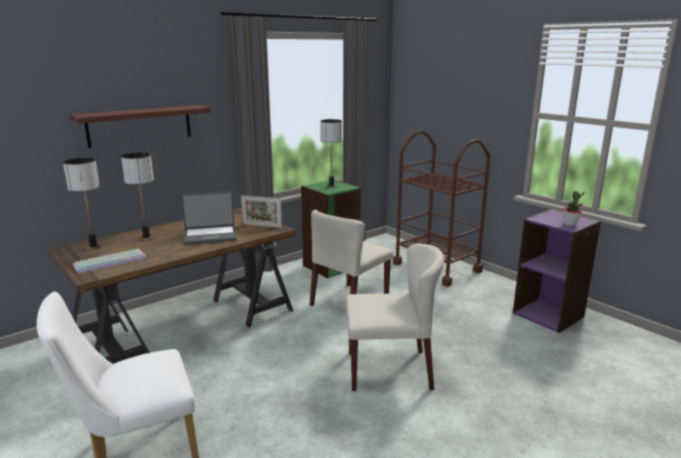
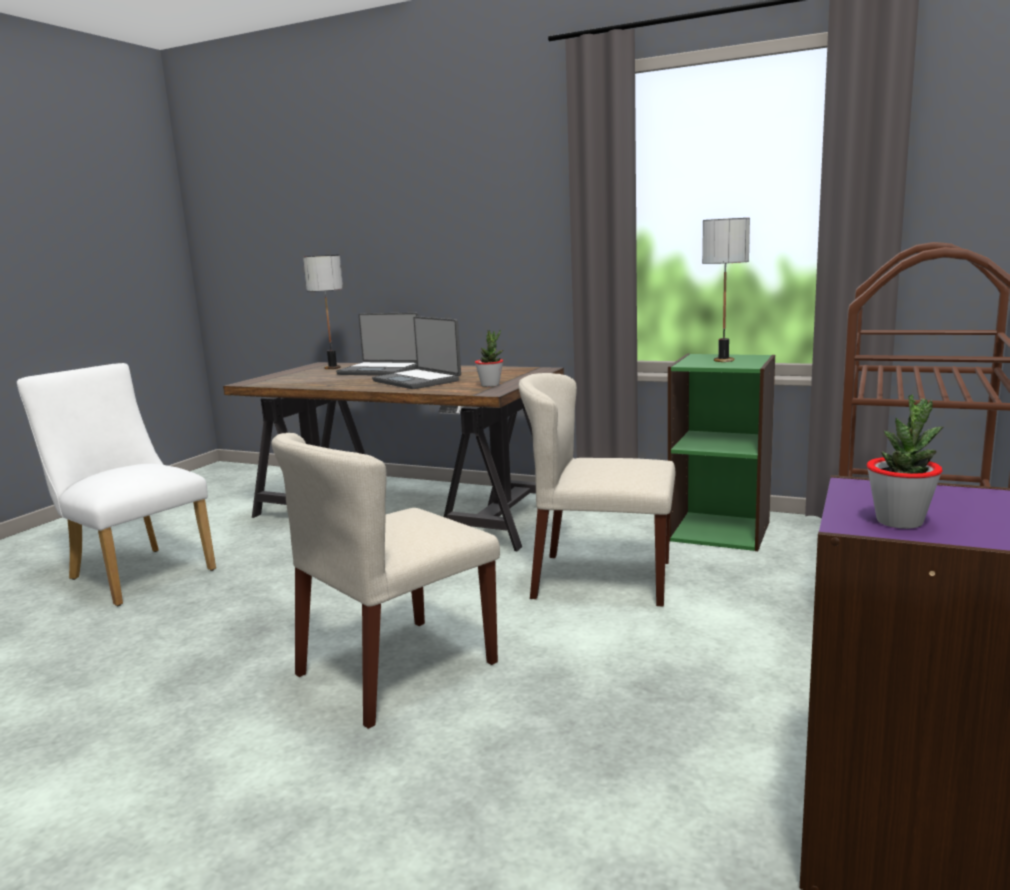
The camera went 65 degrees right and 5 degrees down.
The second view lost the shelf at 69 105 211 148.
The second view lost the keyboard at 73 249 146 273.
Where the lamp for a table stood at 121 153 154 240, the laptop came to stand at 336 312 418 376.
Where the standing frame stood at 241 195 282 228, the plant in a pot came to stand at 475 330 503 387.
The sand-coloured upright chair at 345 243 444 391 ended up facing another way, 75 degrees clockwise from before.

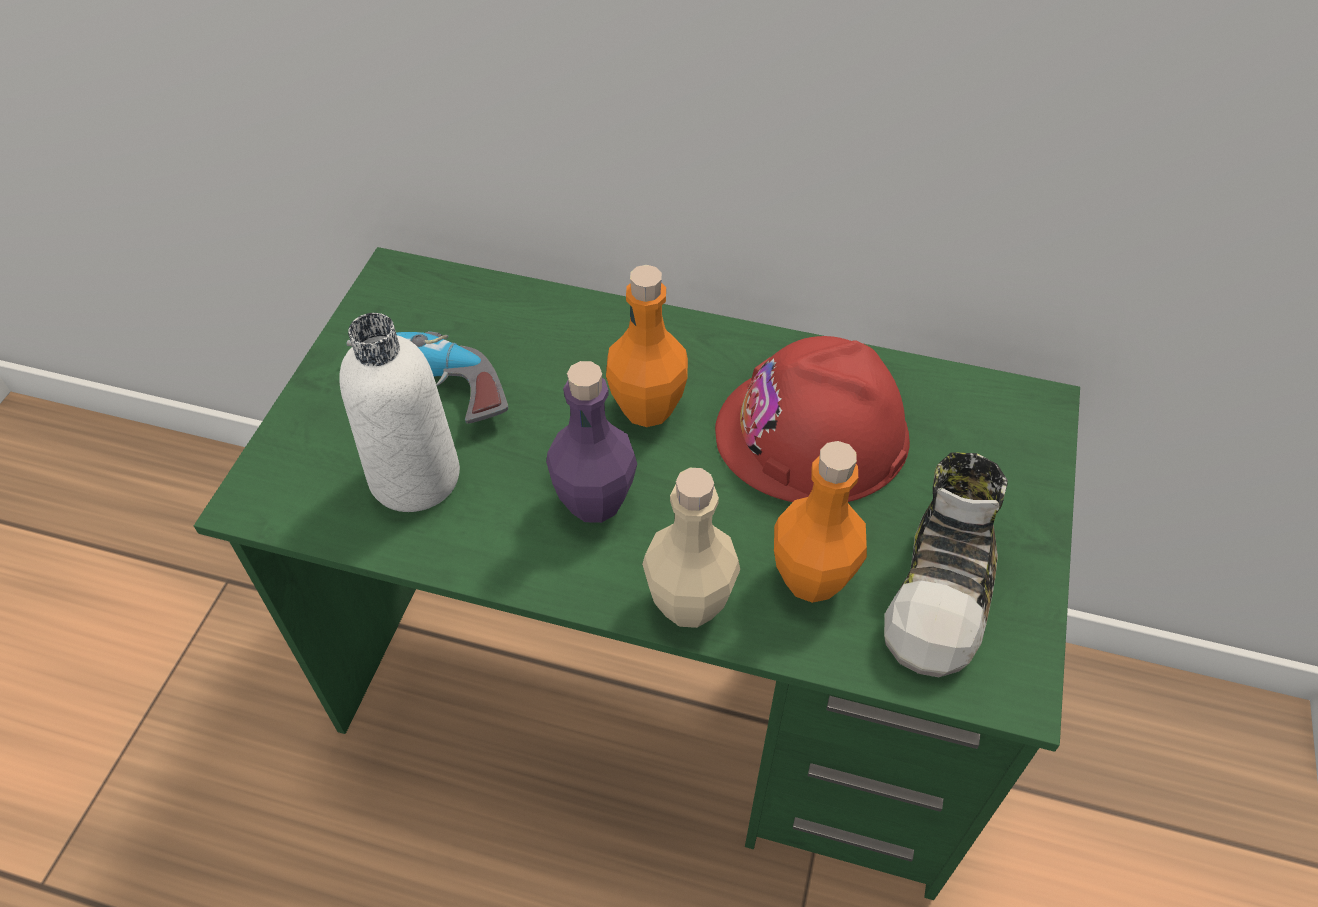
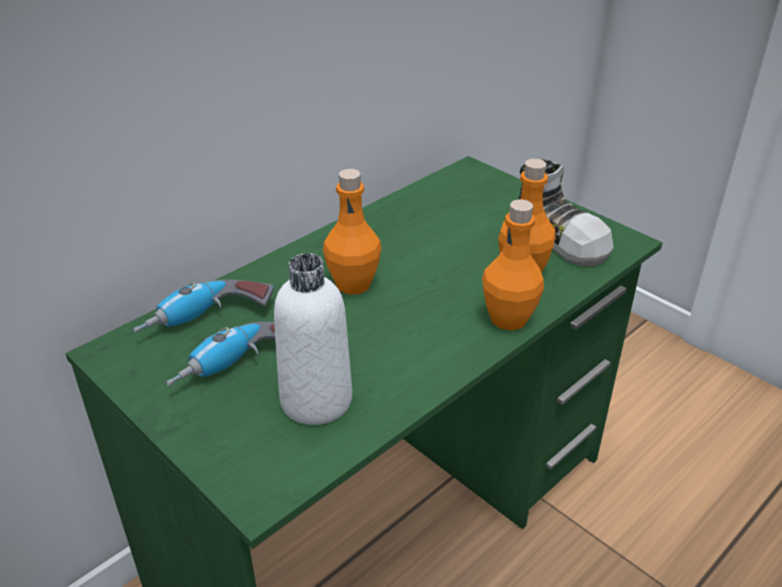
The camera went 60 degrees left and 15 degrees down.
The second view lost the purple-coloured drink bottle at 546 361 637 523.
What was the sand-coloured drink bottle at 642 468 740 628 turned into the orange drink bottle at 482 199 544 331.
The second view lost the reddish work helmet at 715 336 910 502.
The second view gained the drill at 133 279 274 333.

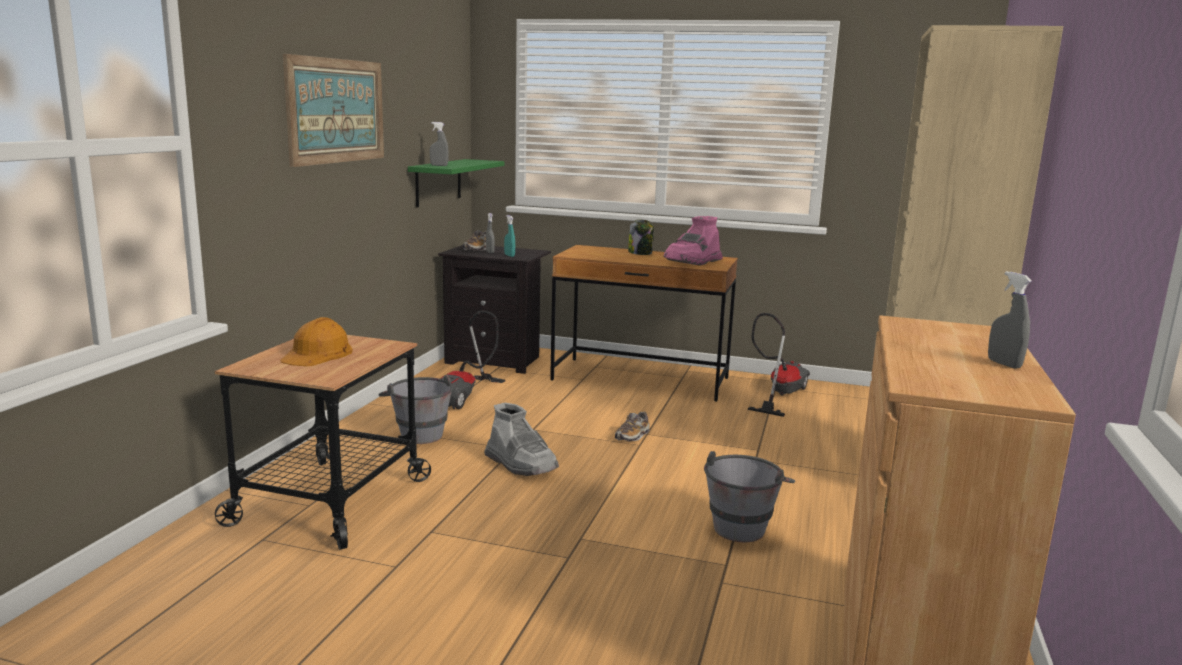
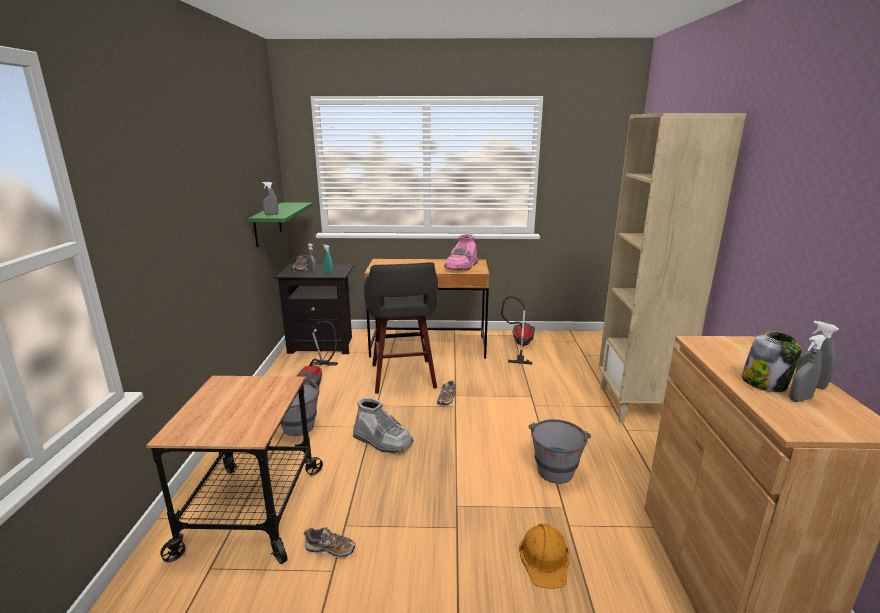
The camera went 15 degrees left and 5 degrees up.
The orange work helmet ended up elsewhere, having gone from 280 317 353 366 to 519 524 570 589.
The second view lost the wall art at 283 54 384 167.
The storage jar ended up elsewhere, having gone from 628 219 654 255 to 741 332 802 392.
The second view gained the shoe at 304 527 356 558.
The second view gained the grey stool seat at 364 262 438 394.
The second view gained the grey sprayer at 789 335 826 402.

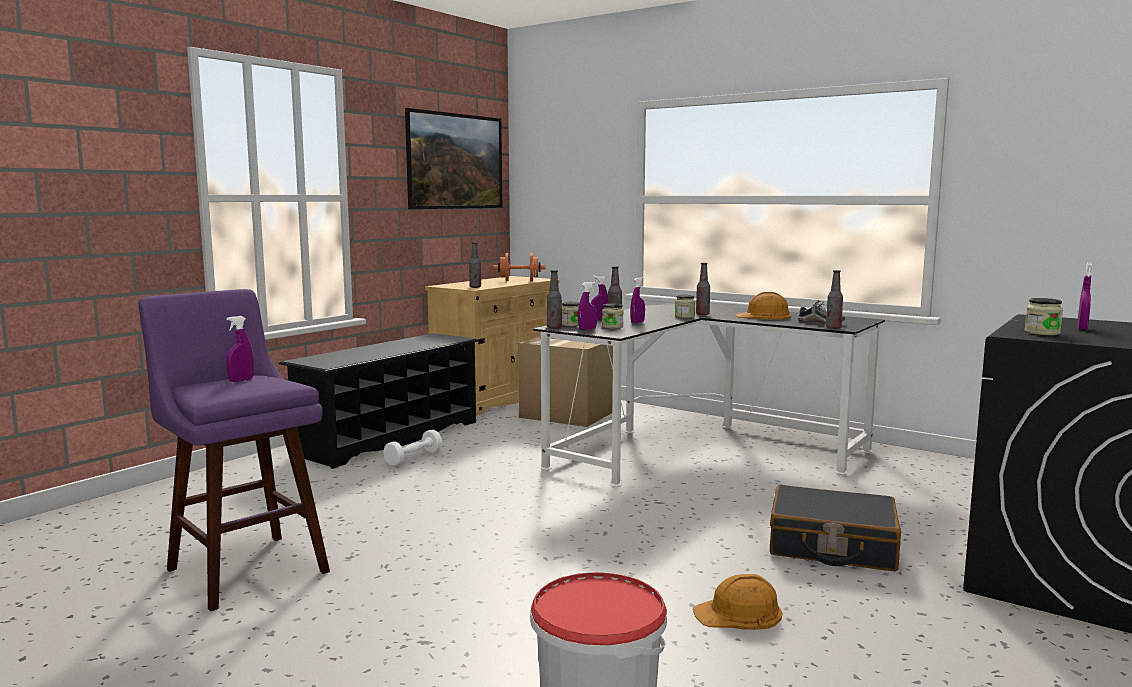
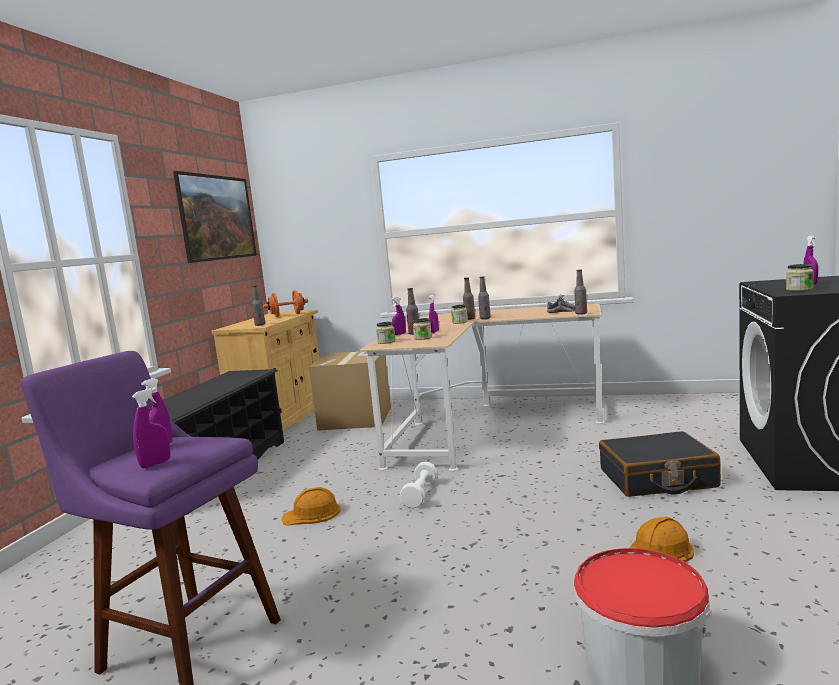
The camera went 20 degrees left and 0 degrees up.
The white-coloured hand weight ended up elsewhere, having gone from 383 430 442 466 to 400 462 438 508.
What was the black desk unit at 533 304 885 487 turned into the sand-coloured desk unit at 359 304 604 471.
The drink bottle ended up elsewhere, having gone from 547 270 562 329 to 478 277 491 319.
The purple-coloured sprayer ended up elsewhere, having gone from 578 282 597 330 to 132 388 170 468.
The orange work helmet ended up elsewhere, having gone from 736 292 791 320 to 282 487 340 526.

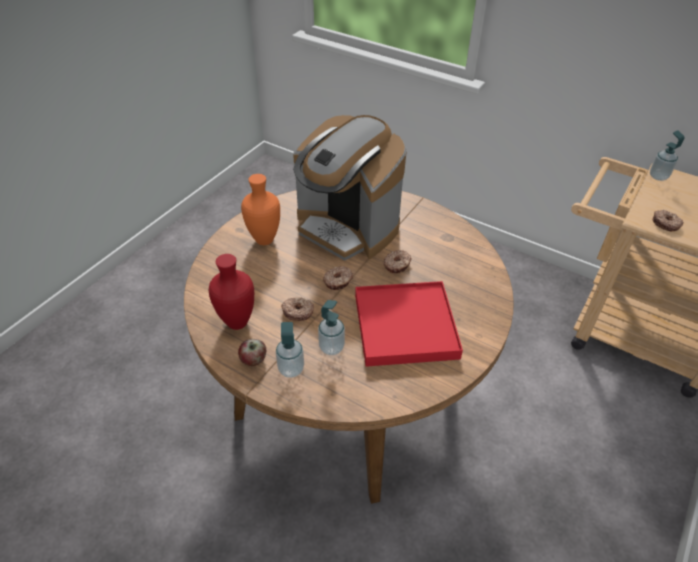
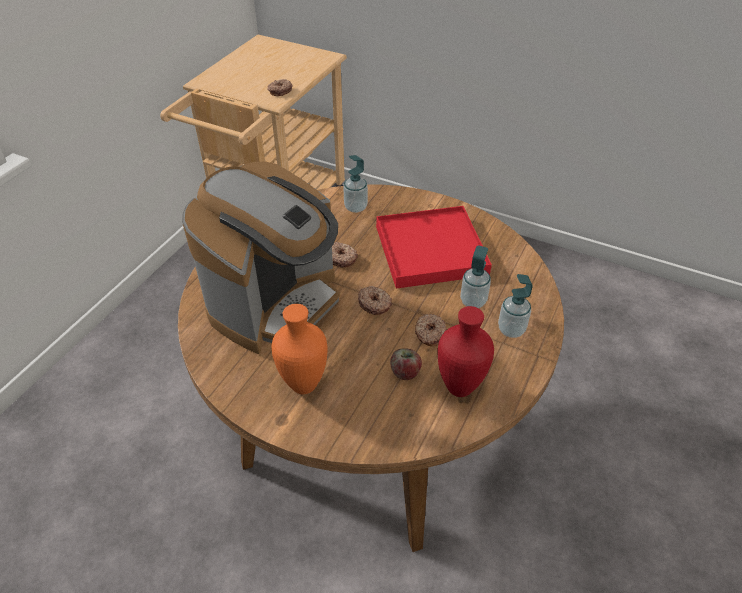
The camera went 95 degrees left and 0 degrees up.
The whole apple ended up elsewhere, having gone from 238 339 266 366 to 390 348 422 380.
The soap dispenser ended up elsewhere, having gone from 650 130 685 181 to 343 155 368 213.

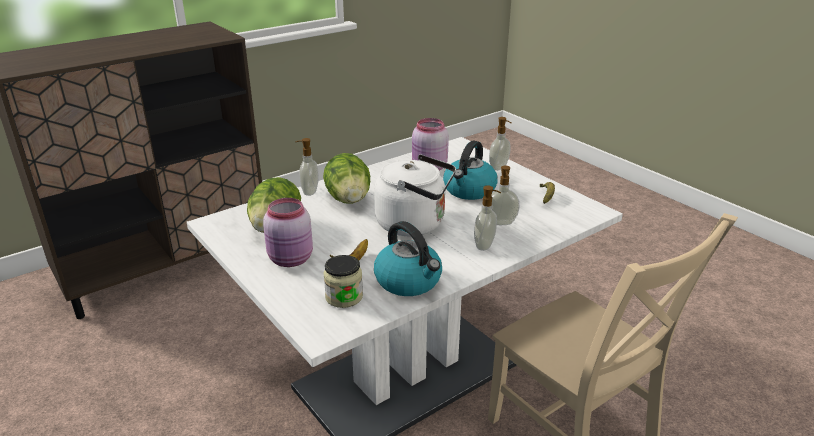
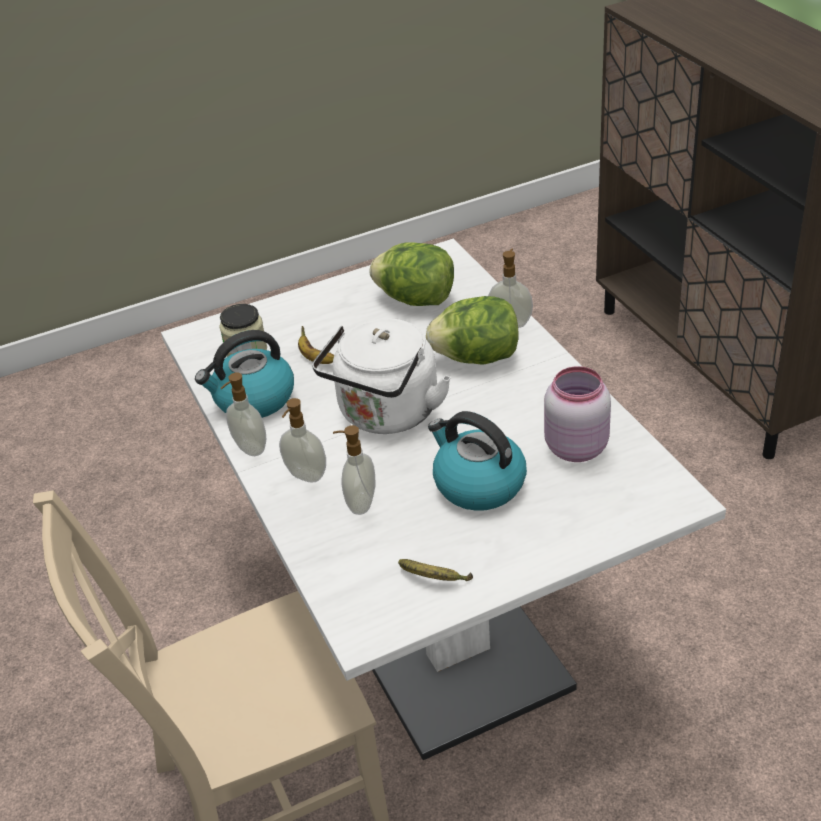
The camera went 105 degrees right and 10 degrees up.
The second view lost the pink storage jar at 263 198 313 267.
The soap dispenser ended up elsewhere, having gone from 489 117 511 171 to 221 372 266 456.

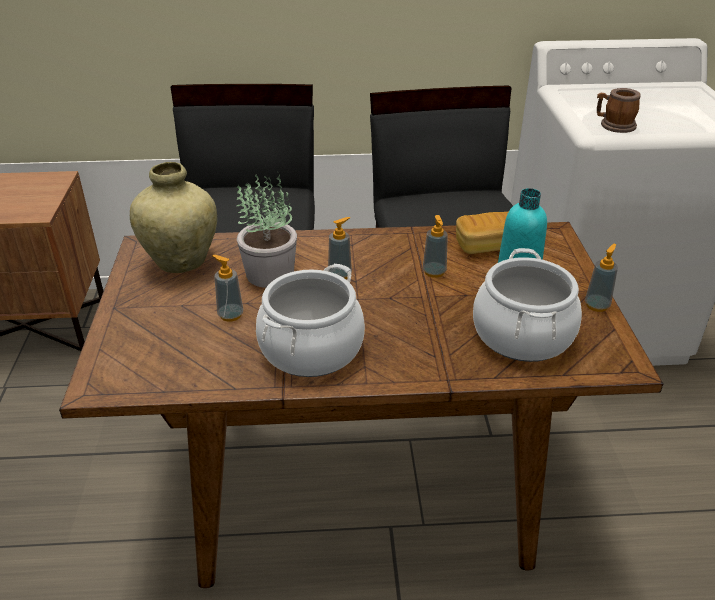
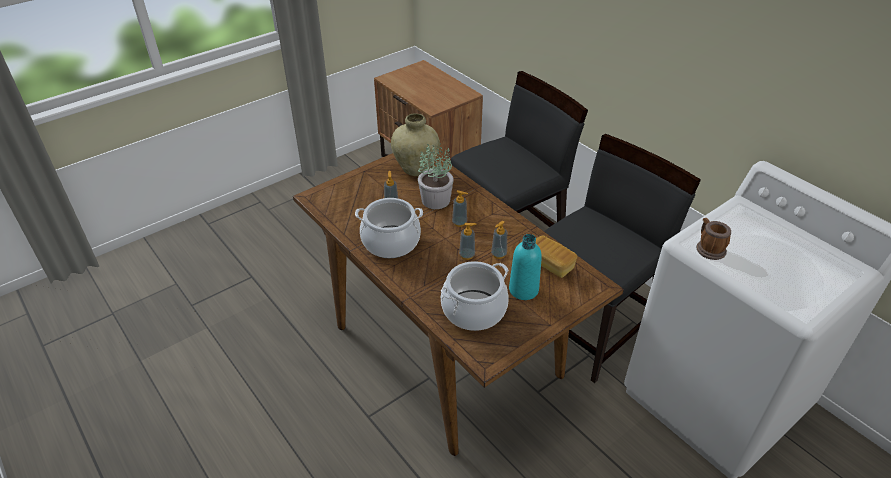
The camera went 55 degrees right and 5 degrees up.
The soap dispenser ended up elsewhere, having gone from 585 244 618 312 to 459 223 477 260.

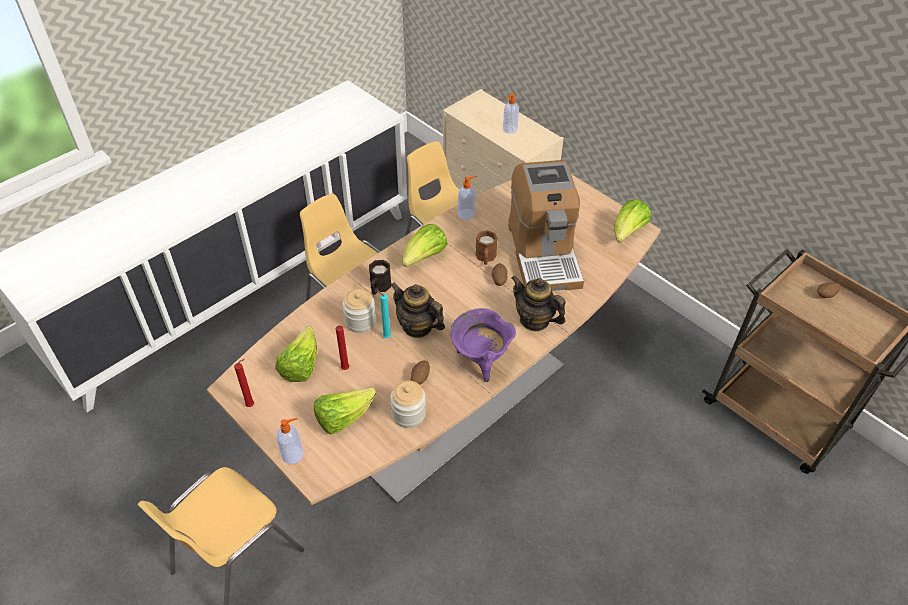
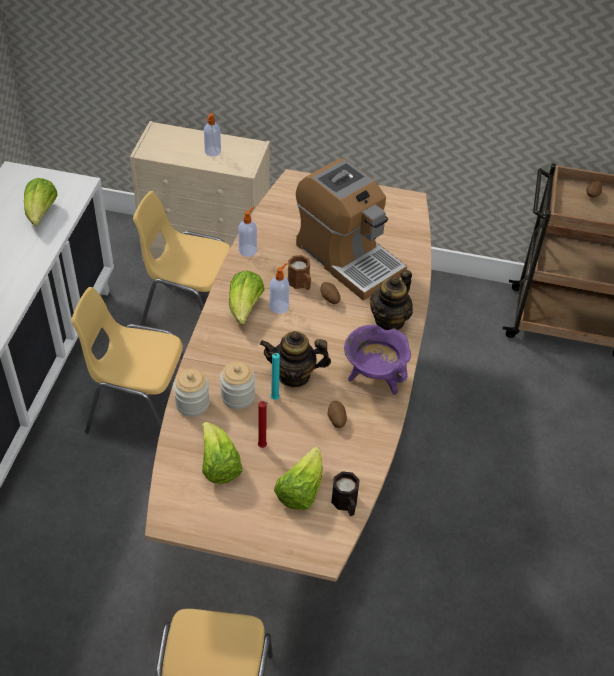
The camera went 35 degrees left and 0 degrees up.
The second view lost the reddish candle at 234 359 254 407.
The soap dispenser ended up elsewhere, having gone from 276 418 303 464 to 270 263 289 314.
The black coffee mug ended up elsewhere, having gone from 369 260 391 295 to 331 471 360 516.
The storage jar ended up elsewhere, having gone from 390 380 426 428 to 173 369 210 417.
The pot for tea at 511 276 566 331 ended up facing another way, 60 degrees counterclockwise from before.
The lettuce ended up elsewhere, having gone from 614 199 651 243 to 24 178 58 226.

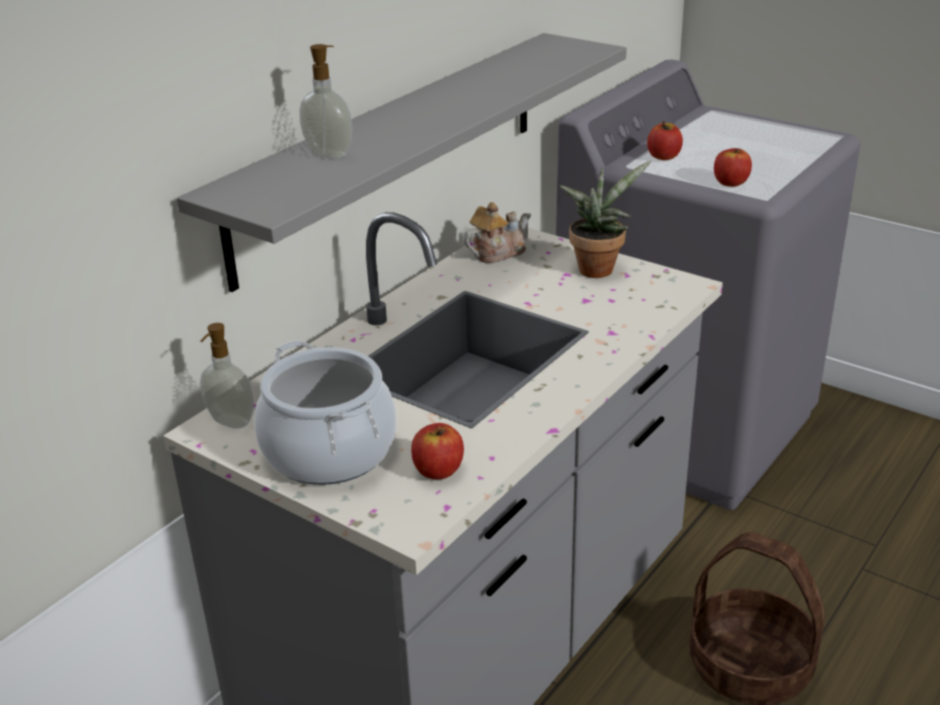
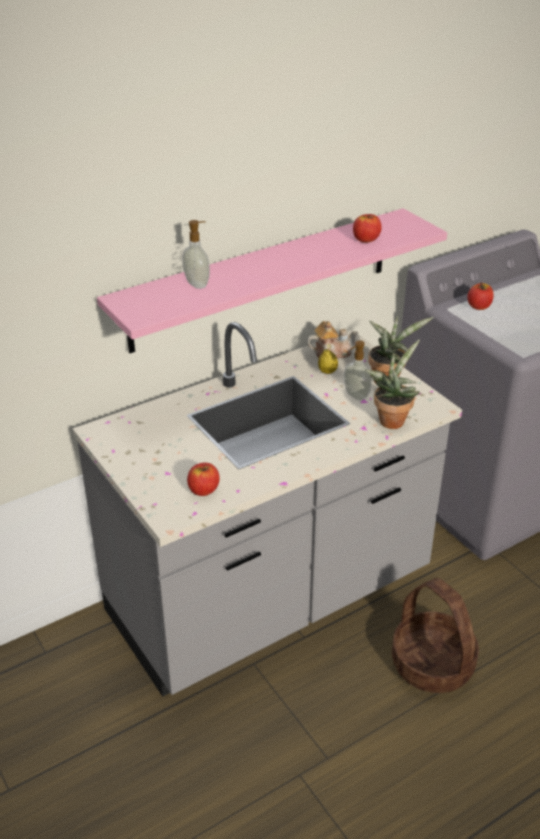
The camera went 20 degrees right and 5 degrees up.
What was the grey shelf at 177 33 627 292 turned into the pink shelf at 97 208 447 353.
The soap dispenser ended up elsewhere, having gone from 200 323 254 429 to 344 341 371 401.
The second view lost the stockpot at 254 340 397 485.
The whole apple ended up elsewhere, having gone from 714 148 752 187 to 353 214 382 243.
The second view gained the lemon at 318 349 338 374.
The second view gained the plant in a pot at 365 339 420 429.

